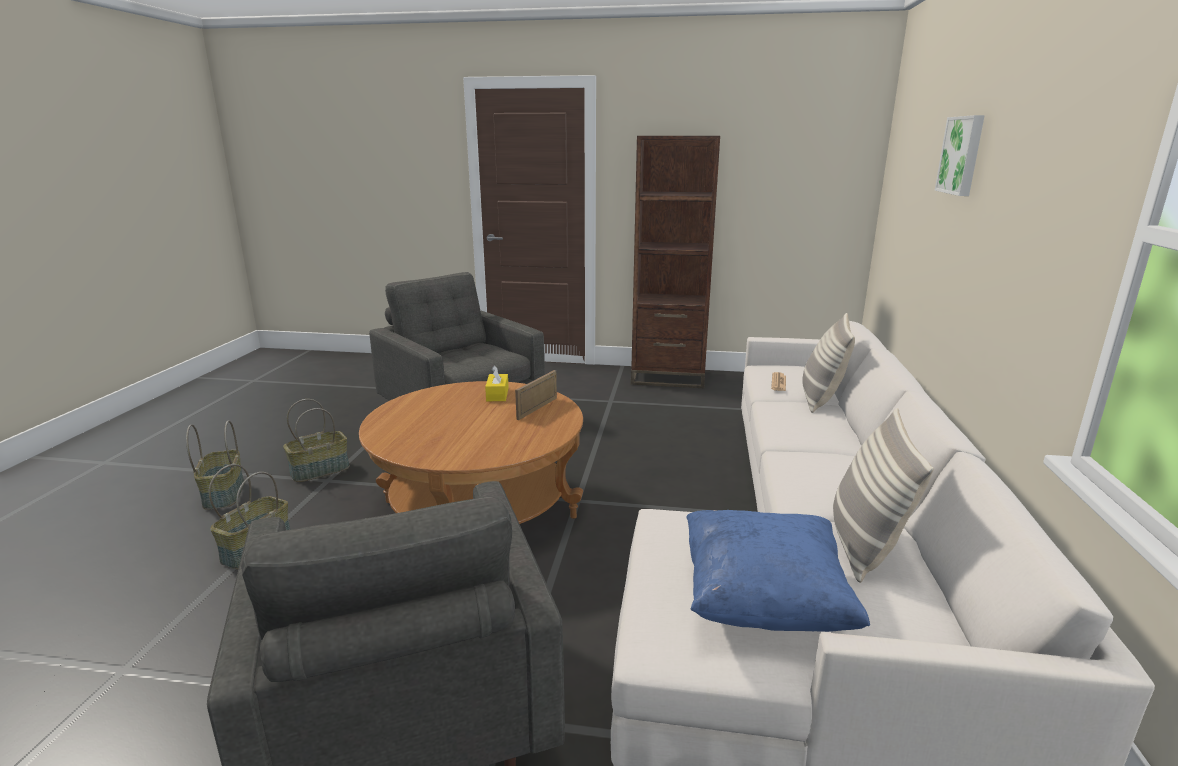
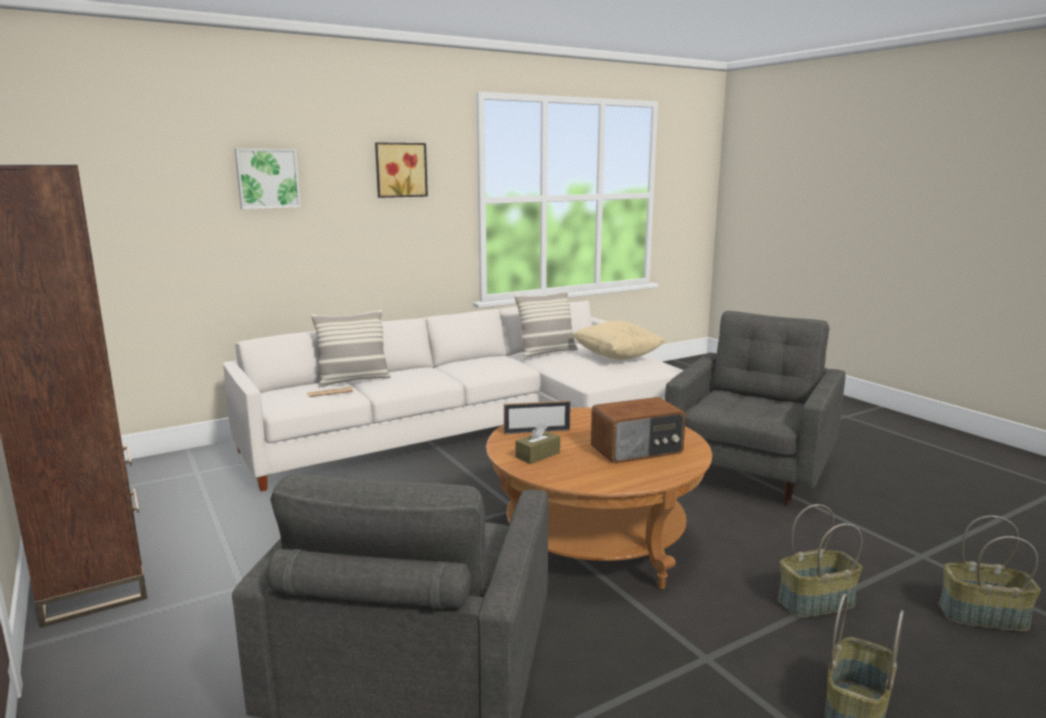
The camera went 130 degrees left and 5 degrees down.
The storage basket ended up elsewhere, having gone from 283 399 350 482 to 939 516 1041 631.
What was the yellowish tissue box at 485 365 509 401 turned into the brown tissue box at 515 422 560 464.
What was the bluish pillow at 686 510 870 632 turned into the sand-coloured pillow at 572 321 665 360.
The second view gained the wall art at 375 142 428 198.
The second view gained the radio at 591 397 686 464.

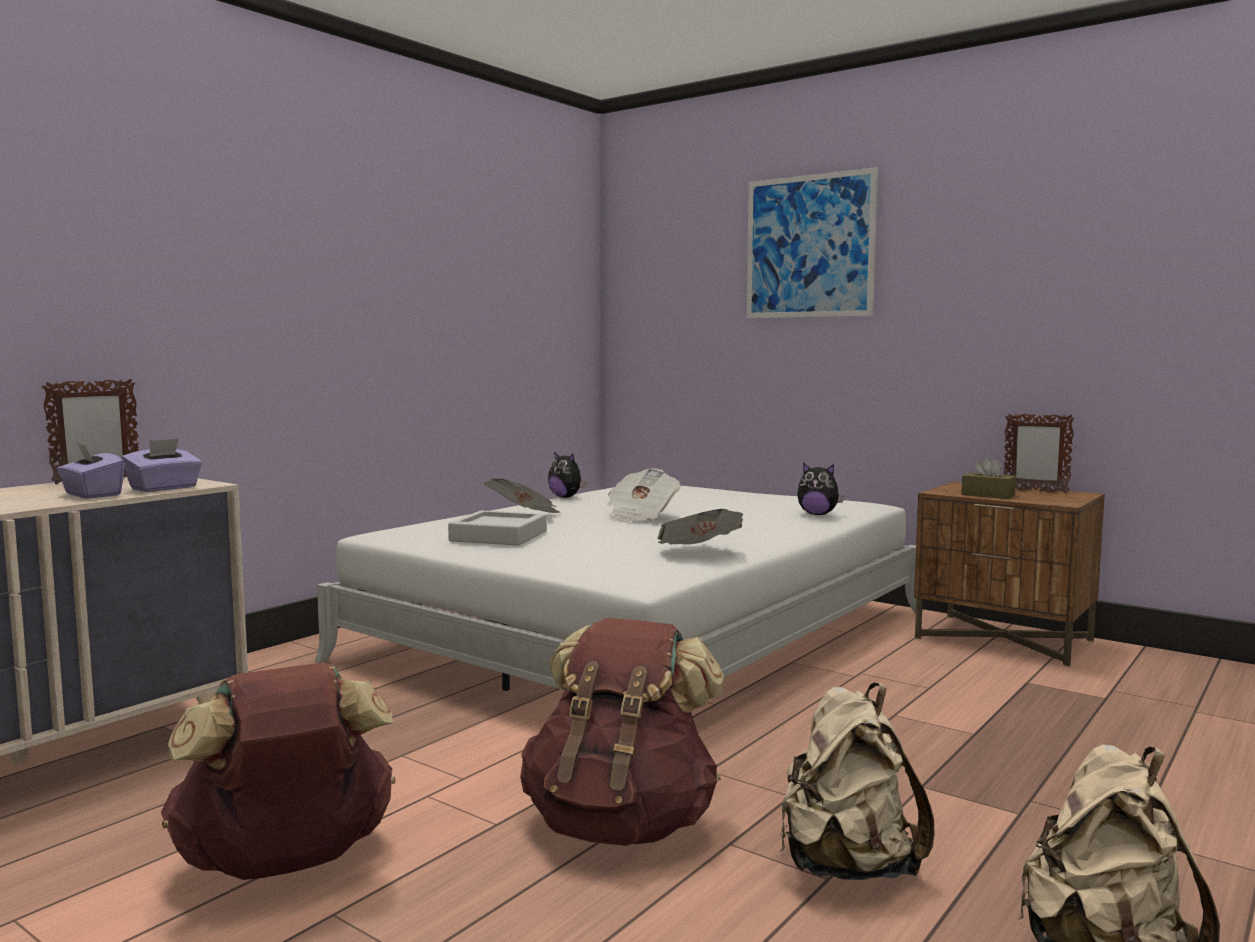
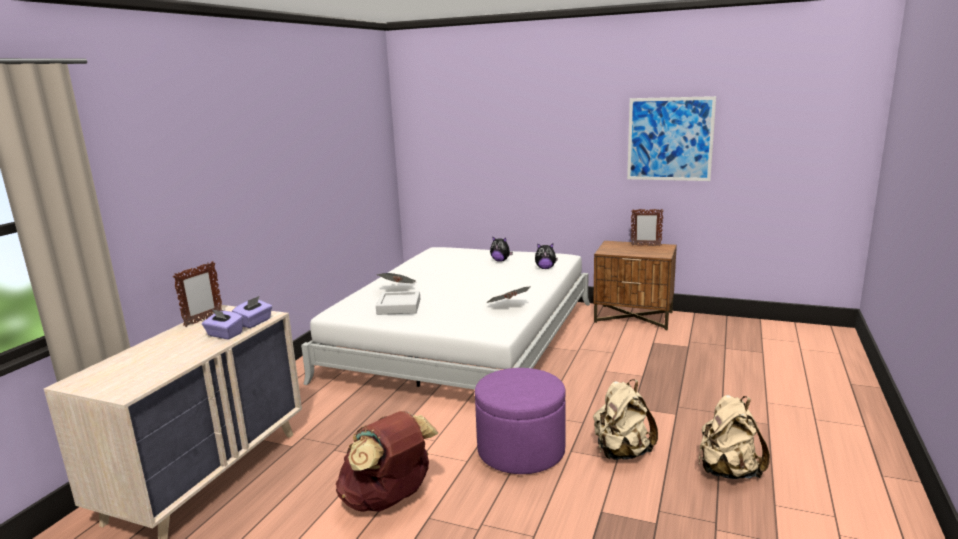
The camera went 15 degrees left and 10 degrees up.
Where the brown knapsack stood at 520 618 724 846, the purple-coloured footrest came to stand at 475 368 566 474.
The soft toy ended up elsewhere, having gone from 548 451 587 498 to 490 236 513 262.
The second view lost the newspaper at 607 468 681 522.
The wall art ended up elsewhere, having gone from 747 167 878 318 to 627 96 716 181.
The second view lost the brown tissue box at 961 456 1016 499.

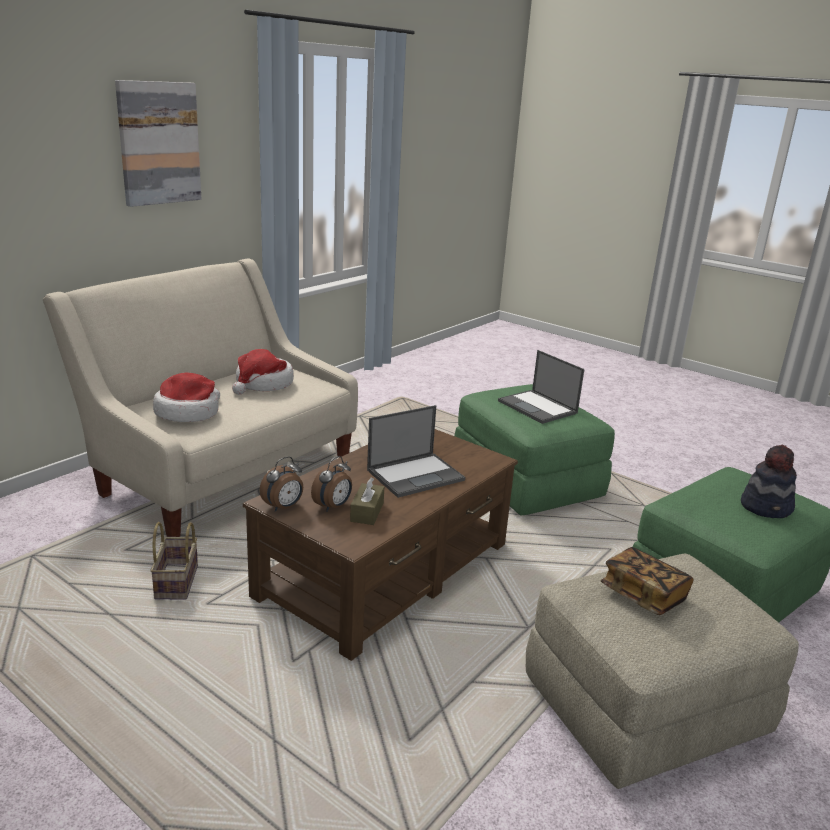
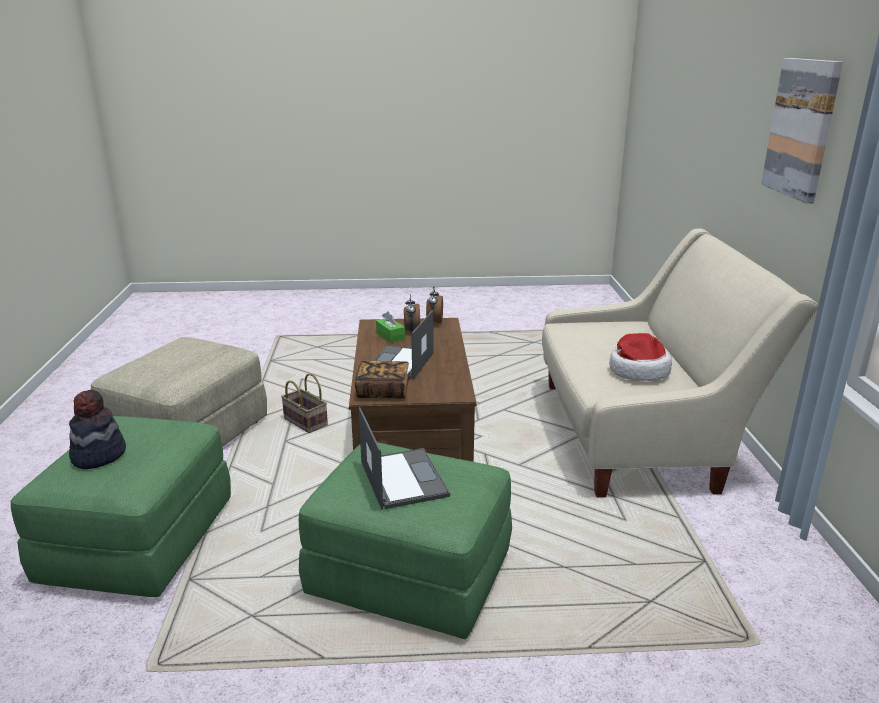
The camera went 140 degrees right and 0 degrees up.
The storage basket ended up elsewhere, having gone from 150 522 198 599 to 281 373 328 433.
The second view lost the wearable hat at 153 372 220 422.
What was the brown tissue box at 350 477 384 525 turned into the green-coloured tissue box at 376 311 405 343.
The laptop at 498 350 584 424 ended up facing another way, 60 degrees clockwise from before.
The book ended up elsewhere, having gone from 601 547 694 615 to 355 360 409 399.

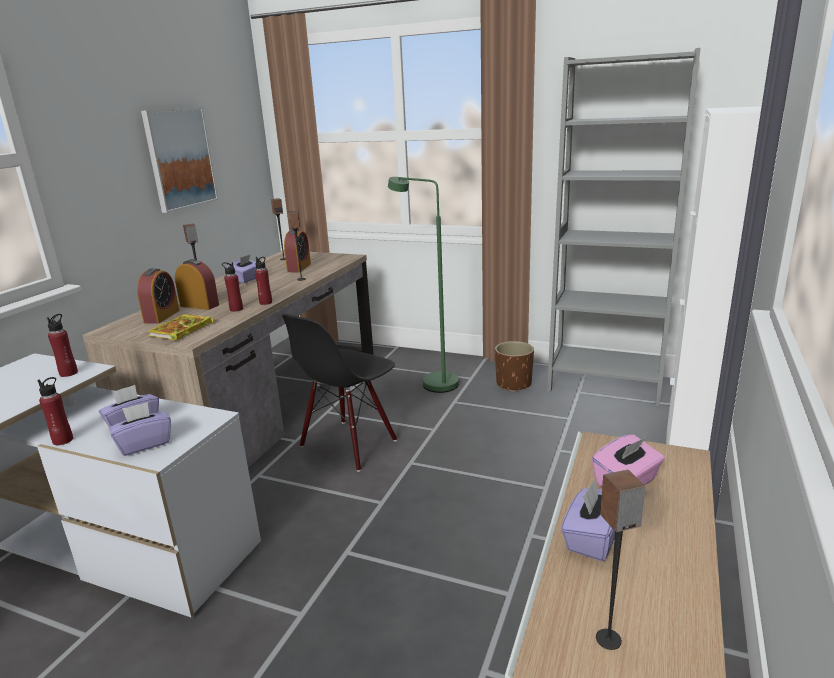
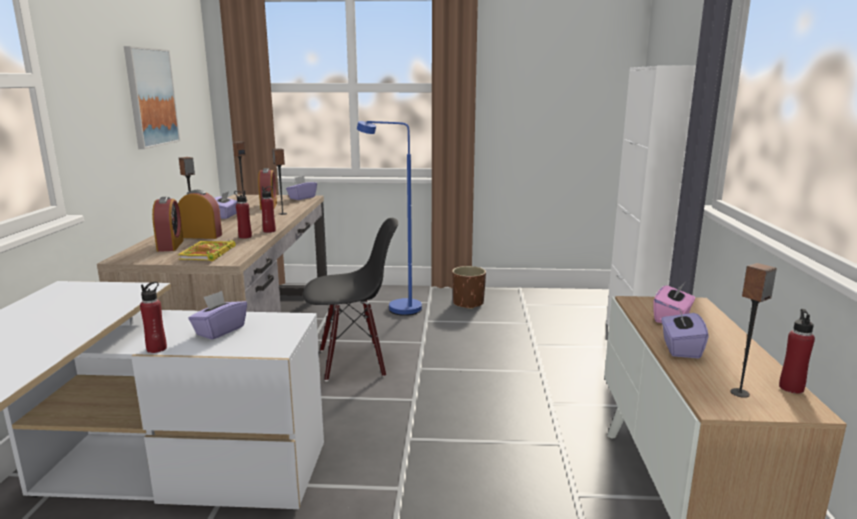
The camera went 20 degrees left and 5 degrees down.
The reddish drink bottle ended up elsewhere, having gone from 47 314 78 377 to 779 309 815 394.
The purple-coloured tissue box ended up elsewhere, having gone from 109 402 171 456 to 286 176 317 200.
The black upright chair at 282 314 397 472 ended up facing another way, 120 degrees counterclockwise from before.
What was the green-coloured standing lamp at 388 177 459 393 turned into the bluish standing lamp at 357 121 422 316.
The second view lost the grey shelving unit at 547 48 700 406.

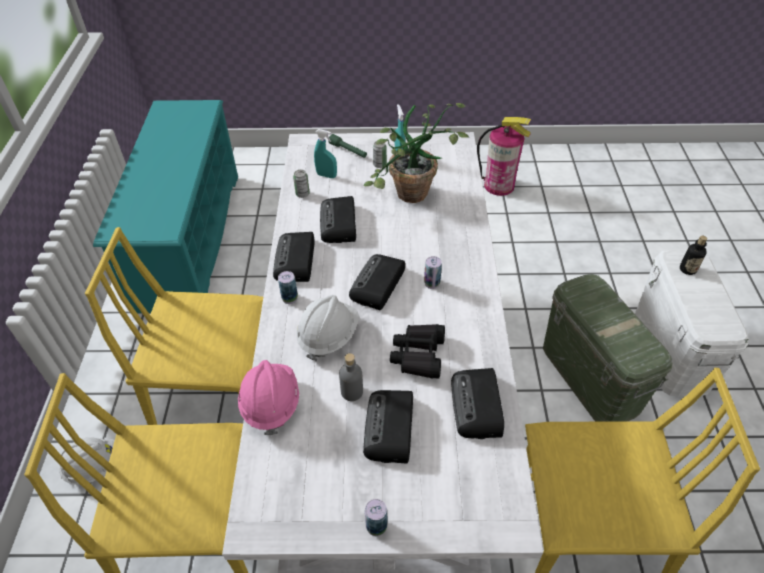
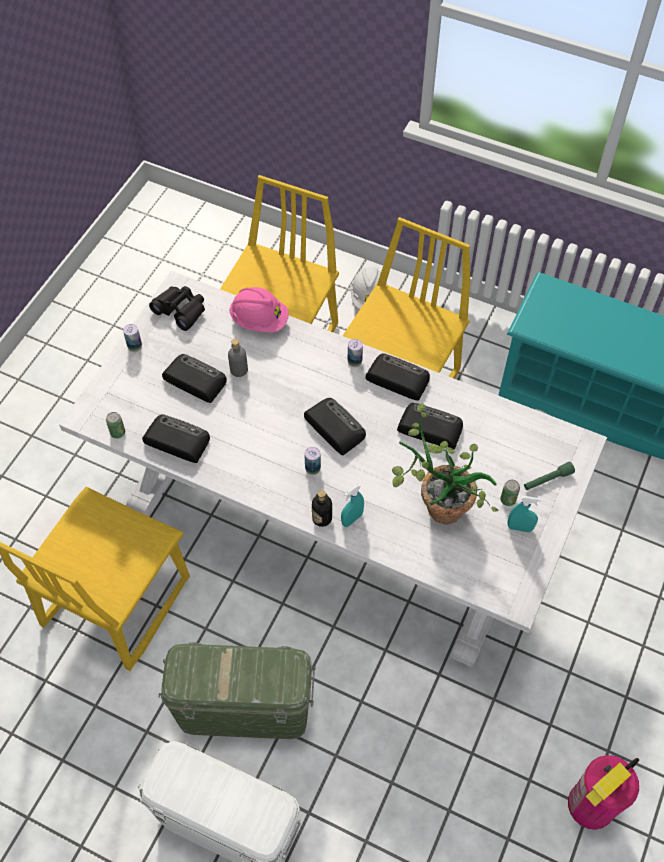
The camera went 115 degrees right and 10 degrees up.
The sealed can ended up elsewhere, having gone from 293 170 310 198 to 106 412 125 439.
The second view lost the white-coloured work helmet at 296 295 359 361.
The blue-green sprayer ended up elsewhere, having gone from 314 129 337 178 to 341 484 364 527.
The black pair of binoculars ended up elsewhere, having gone from 390 324 445 379 to 149 286 205 331.
The drink bottle ended up elsewhere, having gone from 680 236 707 275 to 312 490 332 527.

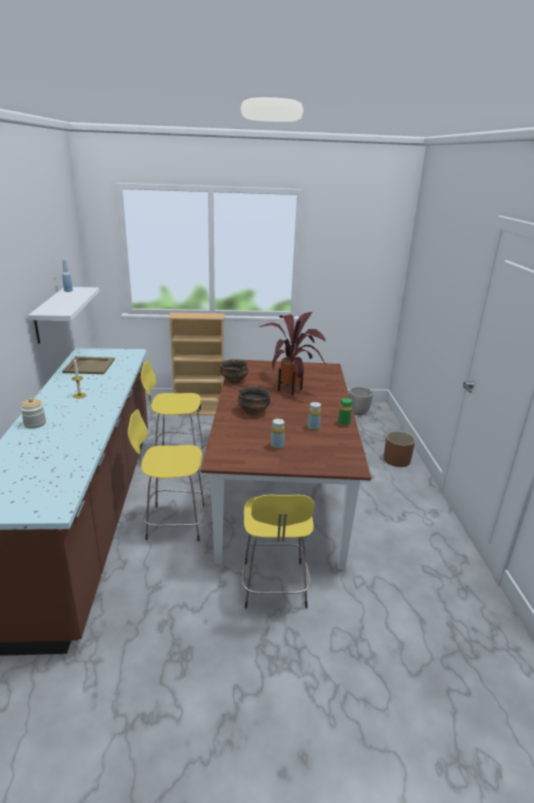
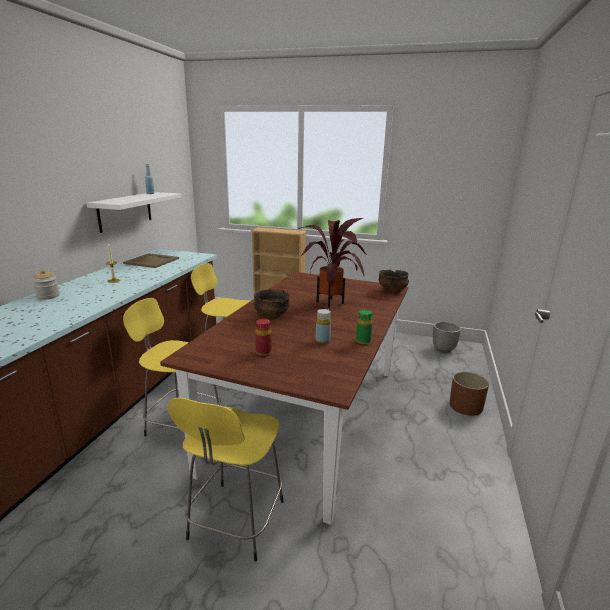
The camera went 20 degrees right and 5 degrees down.
The deep dish ended up elsewhere, having gone from 220 359 248 383 to 379 270 409 294.
What was the yellowish drink bottle at 271 419 285 450 turned into the reddish drink bottle at 255 319 272 356.

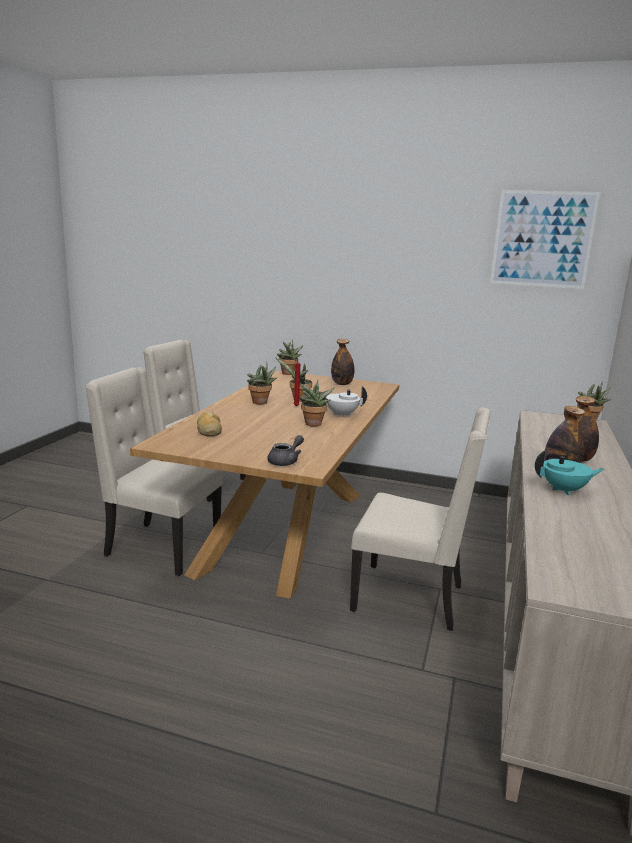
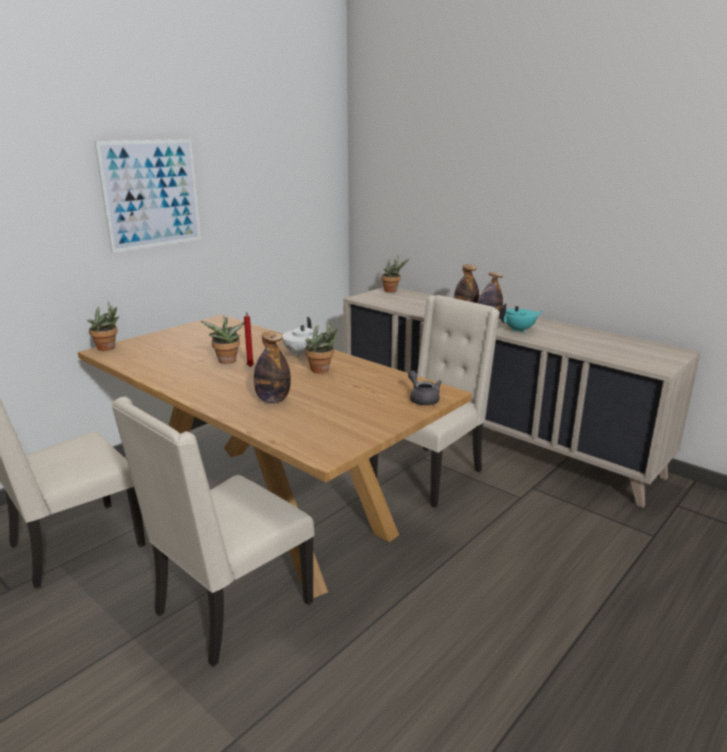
The camera went 65 degrees left and 5 degrees up.
The second view lost the baked bread at 197 412 222 436.
The second view lost the plant in a pot at 247 362 277 404.
The drink bottle ended up elsewhere, having gone from 331 339 354 385 to 254 331 291 403.
The wall art ended up elsewhere, having gone from 490 190 600 289 to 95 139 201 253.
The blue-green pot for tea at 535 450 604 495 ended up facing another way, 45 degrees clockwise from before.

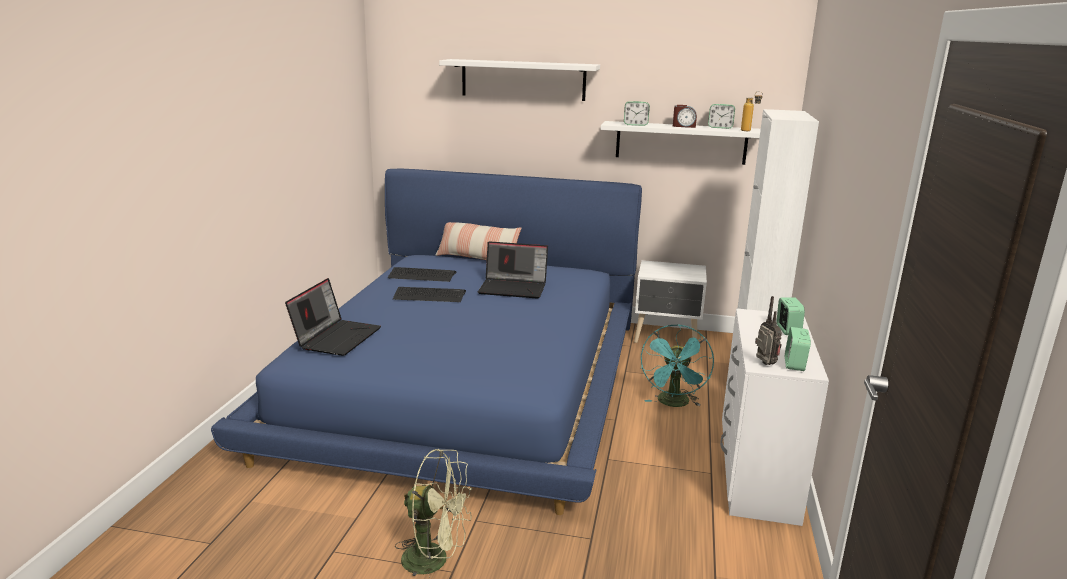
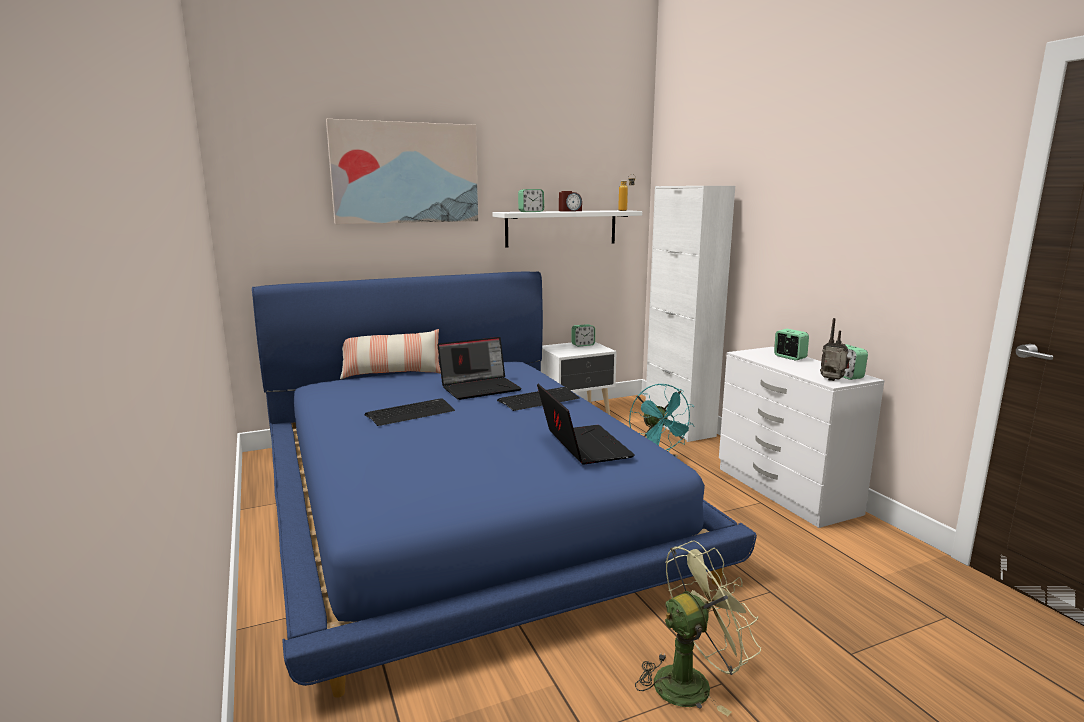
The camera went 35 degrees left and 5 degrees down.
The laptop ended up elsewhere, having gone from 285 278 381 356 to 537 384 635 465.
The keyboard ended up elsewhere, having gone from 388 267 456 282 to 497 387 580 411.
Where the white-coloured shelf hung at 439 59 600 101, the wall art came to hang at 326 119 479 224.
The table clock ended up elsewhere, having gone from 708 104 735 129 to 572 324 595 347.

